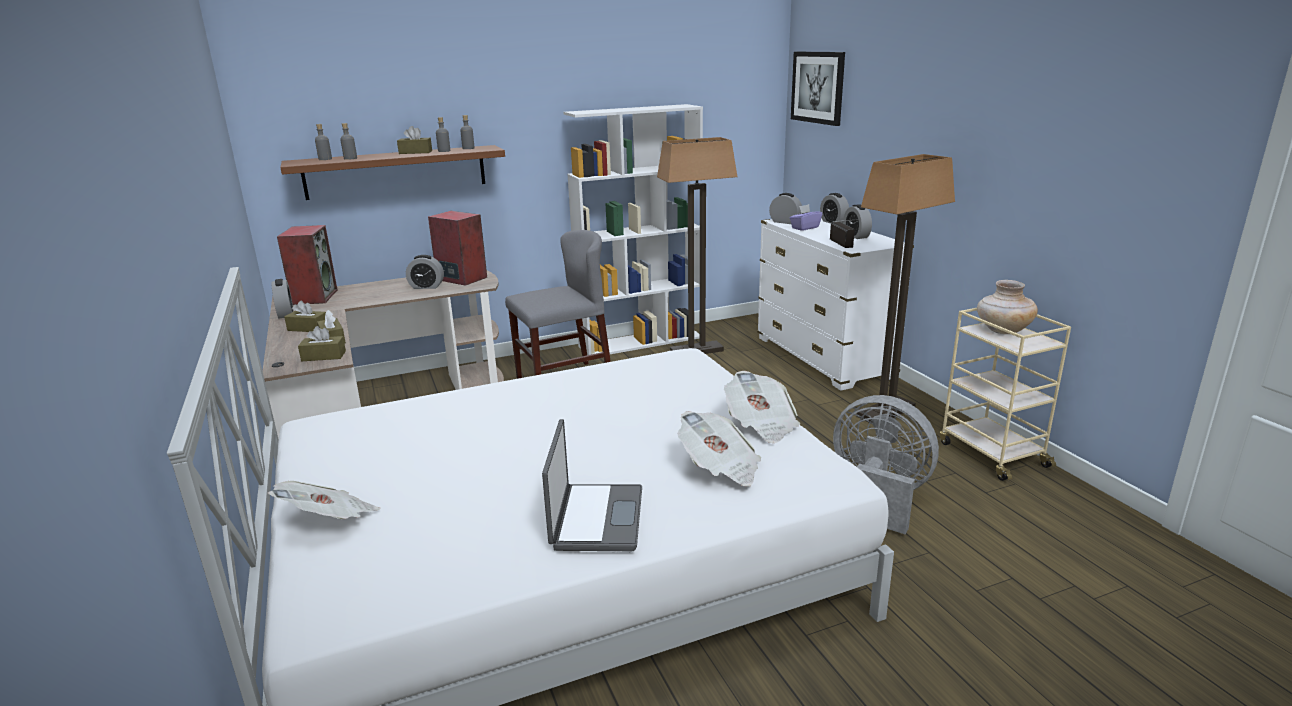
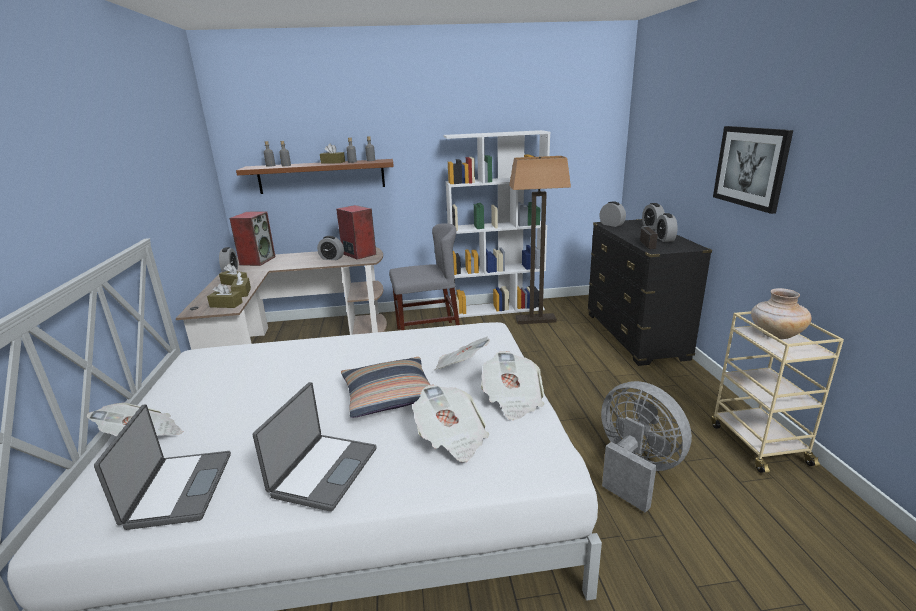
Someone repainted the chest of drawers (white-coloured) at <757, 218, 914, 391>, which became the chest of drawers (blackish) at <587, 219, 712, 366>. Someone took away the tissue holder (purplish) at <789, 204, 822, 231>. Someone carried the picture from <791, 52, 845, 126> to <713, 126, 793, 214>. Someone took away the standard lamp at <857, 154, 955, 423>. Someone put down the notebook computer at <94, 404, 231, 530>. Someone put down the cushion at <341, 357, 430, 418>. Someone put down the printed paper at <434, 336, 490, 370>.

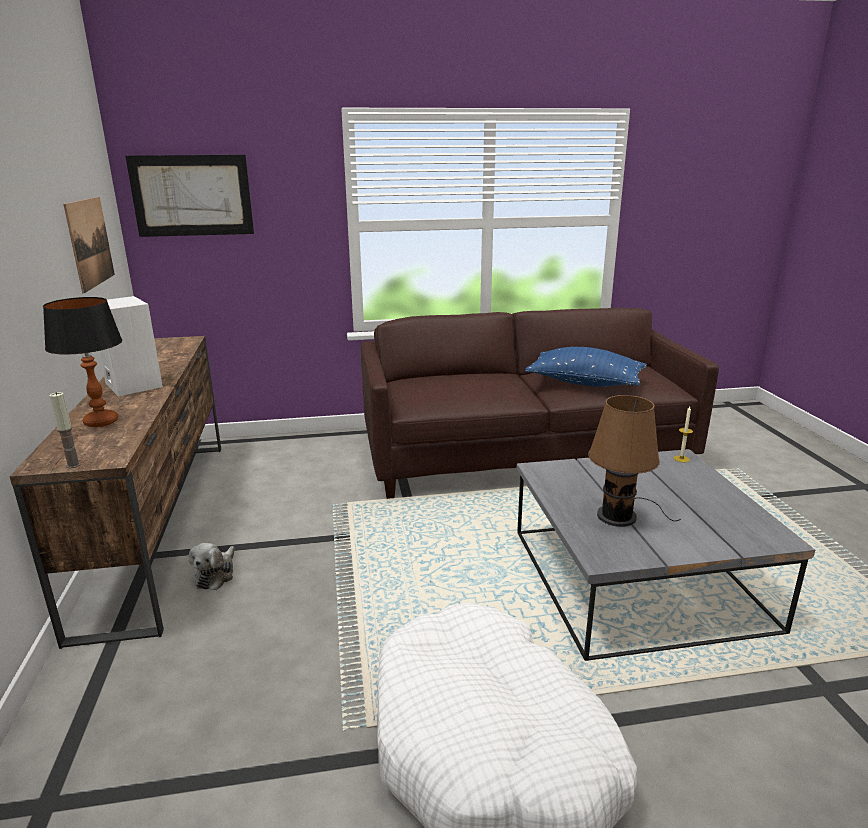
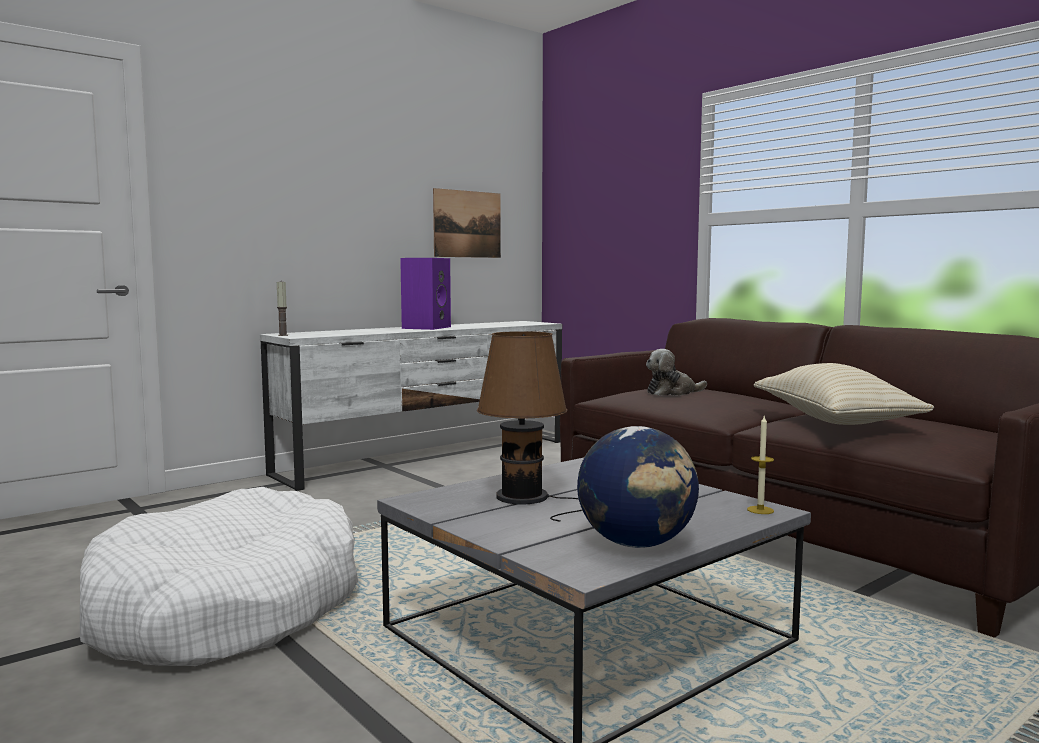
Someone repainted the tv unit (brown) at <9, 336, 221, 649>, which became the tv unit (white-coloured) at <260, 321, 562, 491>. Someone took away the lamp for a table at <43, 297, 122, 427>. Someone repainted the speaker (white-coloured) at <99, 296, 163, 396>, which became the speaker (purplish) at <400, 258, 451, 330>. Someone took away the picture at <125, 155, 254, 237>. Someone carried the plush toy from <189, 543, 235, 590> to <646, 349, 707, 396>. Someone repainted the cushion (blue) at <525, 347, 647, 387>, which became the cushion (beige-coloured) at <754, 363, 934, 425>. Someone put down the world globe at <577, 426, 699, 548>.

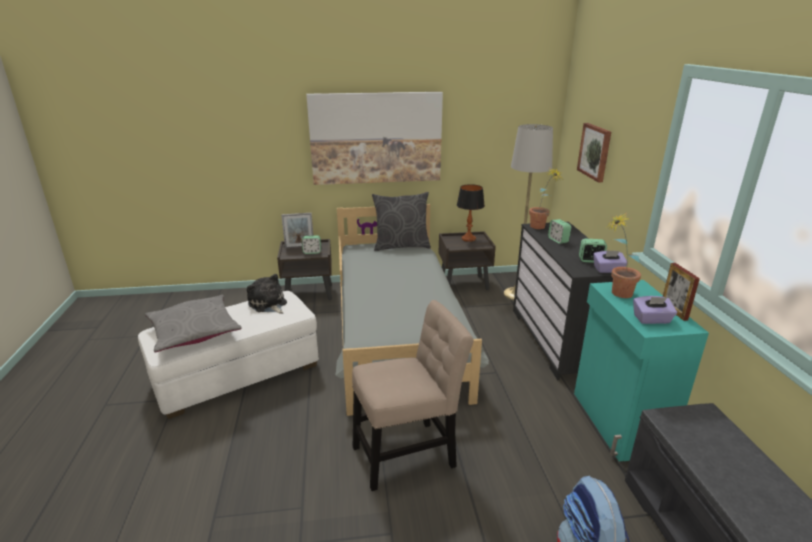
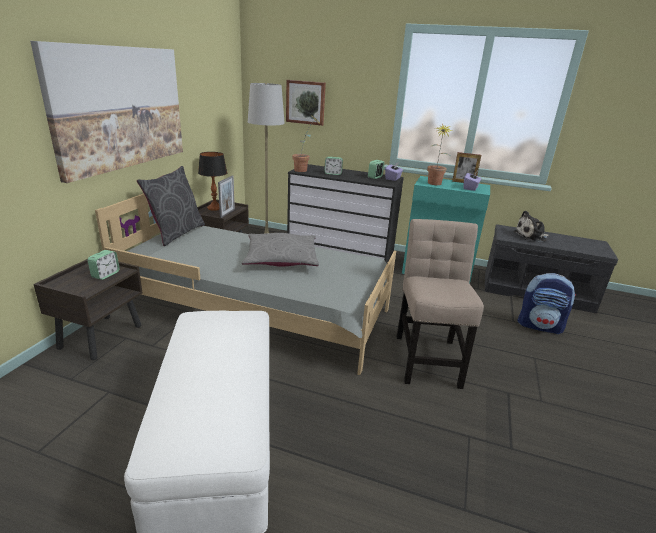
Someone carried the cushion (greyish) from <145, 295, 242, 352> to <242, 233, 319, 267>. Someone carried the plush toy from <247, 274, 287, 314> to <513, 211, 549, 242>. Someone carried the standing frame from <281, 213, 314, 249> to <218, 175, 235, 218>.

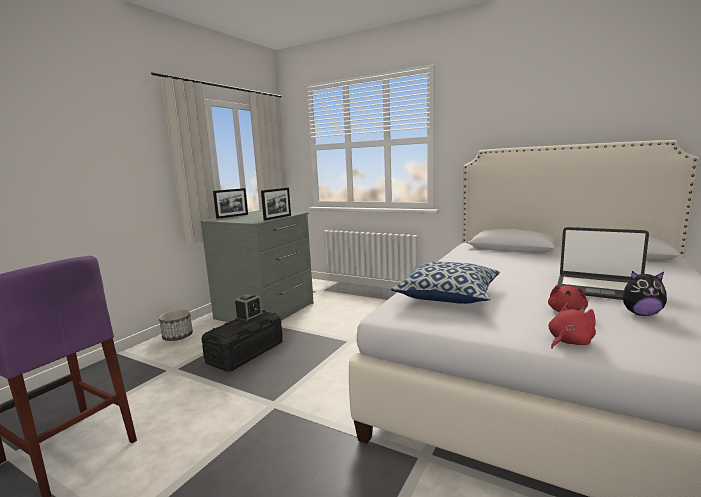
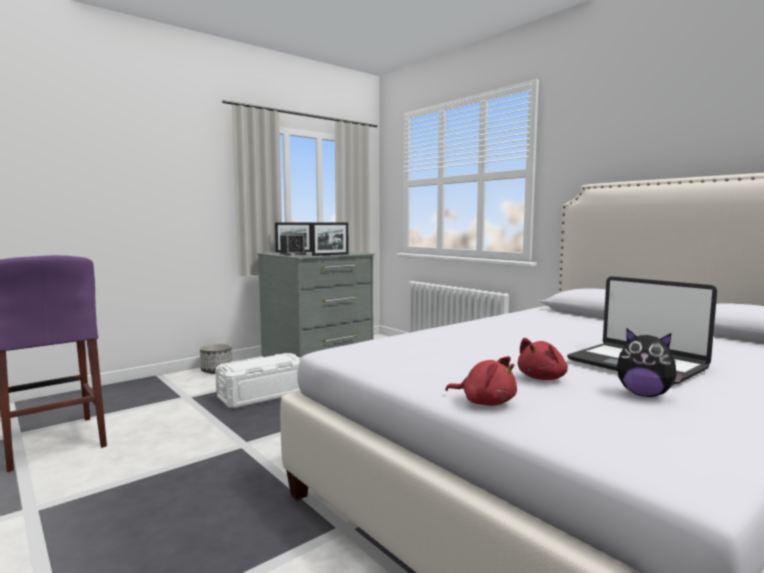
Someone repainted the storage bin (blackish) at <201, 310, 283, 372>, which became the storage bin (white-coloured) at <215, 353, 301, 408>. Someone carried the table clock from <235, 294, 263, 322> to <280, 232, 306, 255>. Someone took away the cushion at <391, 261, 500, 304>. Someone rotated the plush toy (red) at <548, 303, 596, 349> by 45 degrees clockwise.

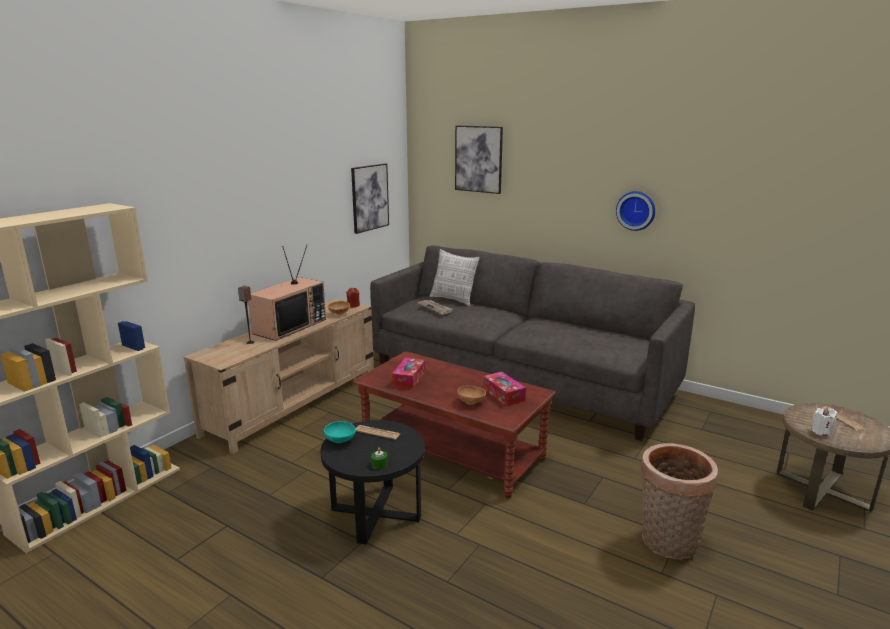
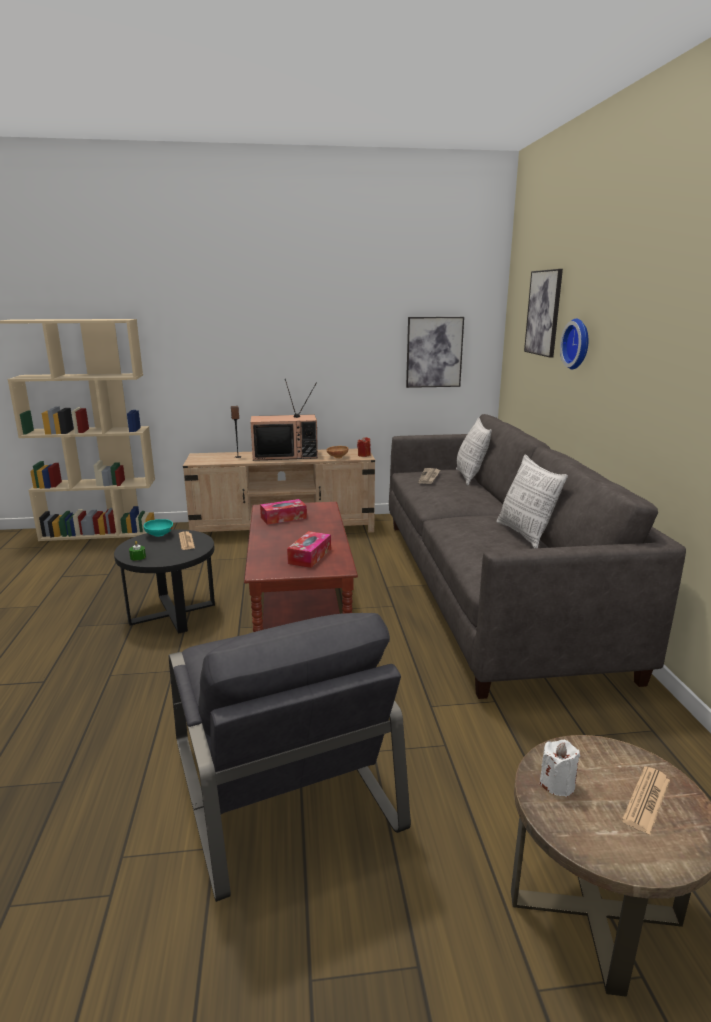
Someone took away the deep dish (brown) at <457, 386, 486, 405>. Someone carried the hanging clock from <616, 191, 655, 231> to <560, 319, 588, 369>. Someone swapped the household basket at <641, 443, 718, 560> for the easy chair (greyish) at <169, 613, 411, 902>. Someone put down the cushion at <497, 454, 568, 548>.

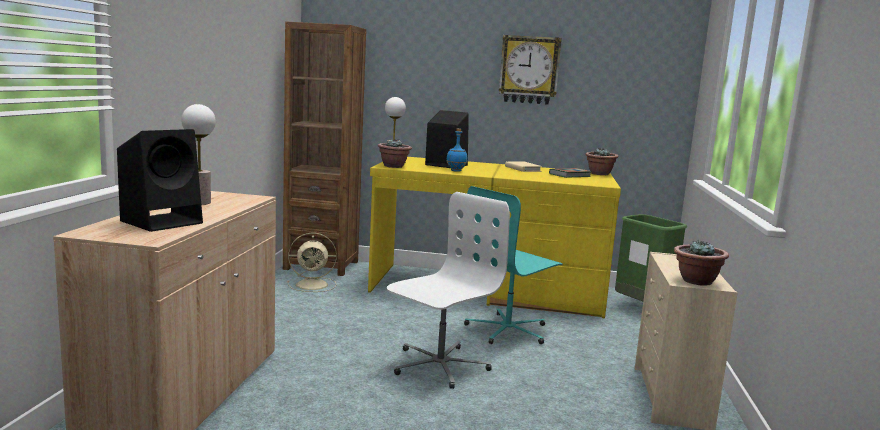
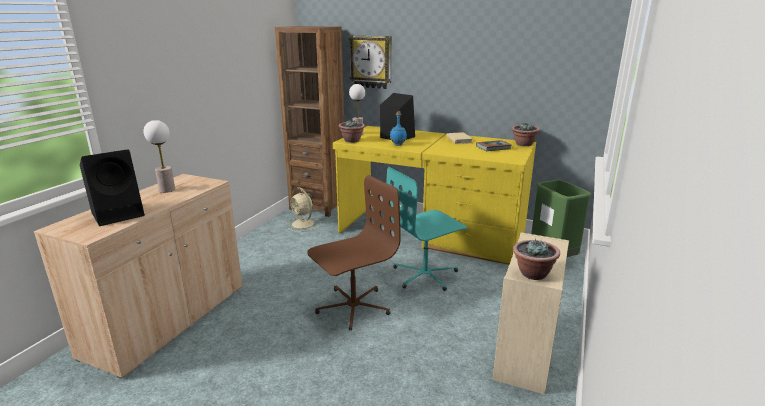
Someone rotated the electric fan (beige-coloured) at <287, 233, 337, 292> by 45 degrees clockwise. Someone repainted the desk chair (white-coloured) at <387, 192, 510, 389>, which became the desk chair (brown) at <307, 175, 401, 331>. Someone carried the hanging clock from <499, 35, 562, 105> to <349, 35, 392, 89>.

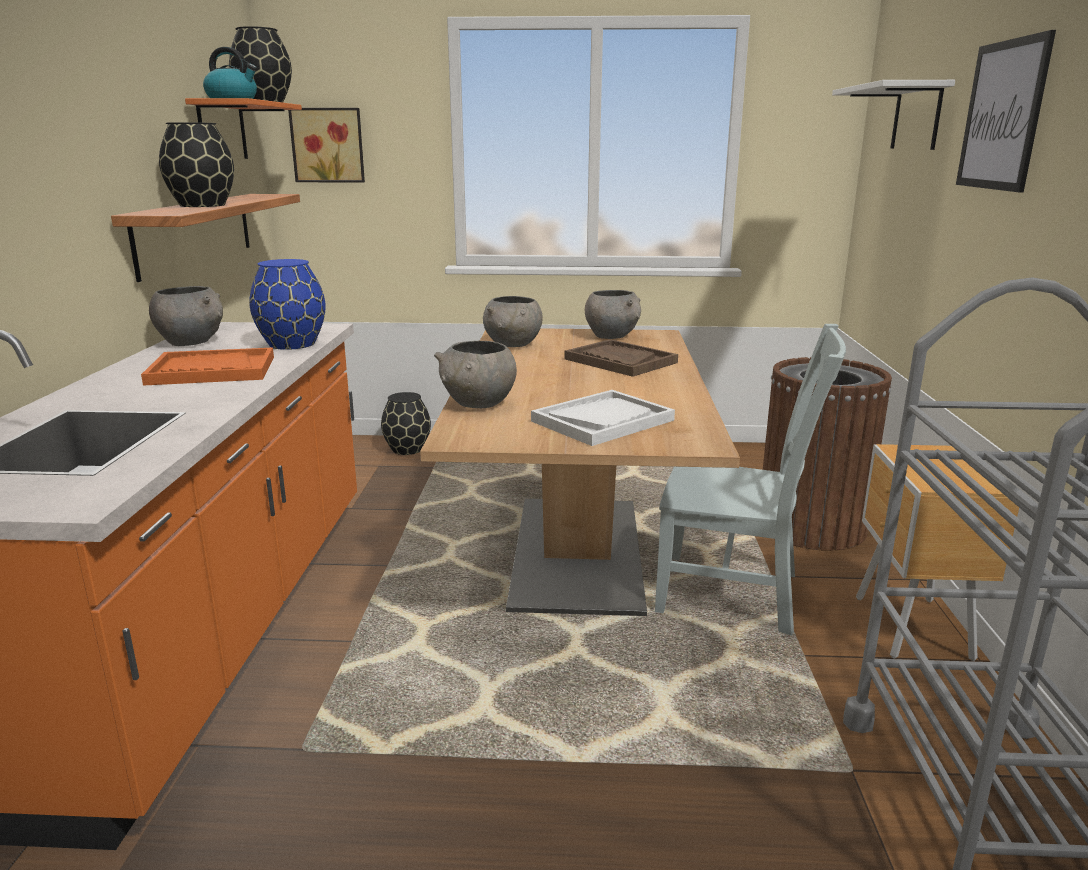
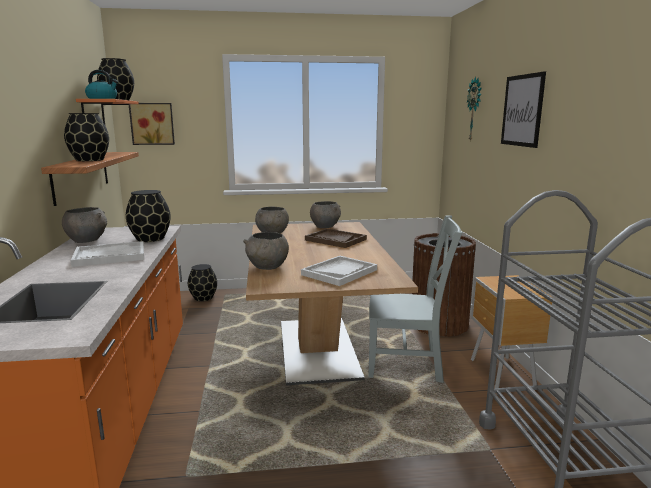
Someone repainted the tray (orangey) at <141, 348, 274, 386>, which became the tray (white-coloured) at <70, 241, 144, 267>. Someone repainted the vase (blue) at <249, 259, 326, 350>, which became the vase (blackish) at <126, 190, 171, 242>. Someone swapped the wall shelf (white-coloured) at <832, 80, 955, 150> for the hanging clock at <467, 76, 482, 141>.

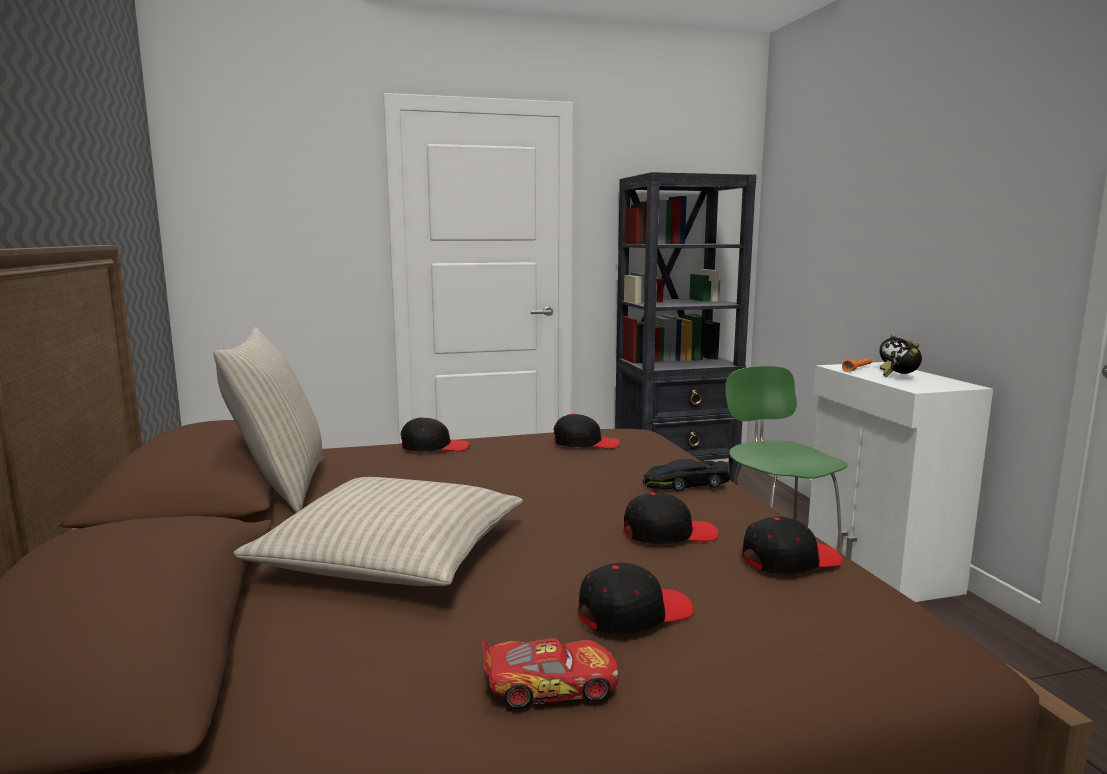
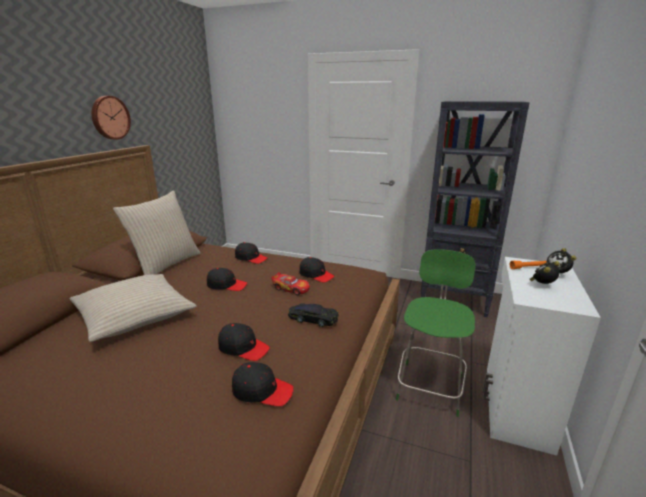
Someone carried the miniature car from <482, 638, 619, 709> to <271, 272, 310, 295>. Someone carried the peaked cap (blackish) from <578, 562, 694, 635> to <207, 268, 247, 291>. Someone put up the hanging clock at <91, 96, 131, 140>.

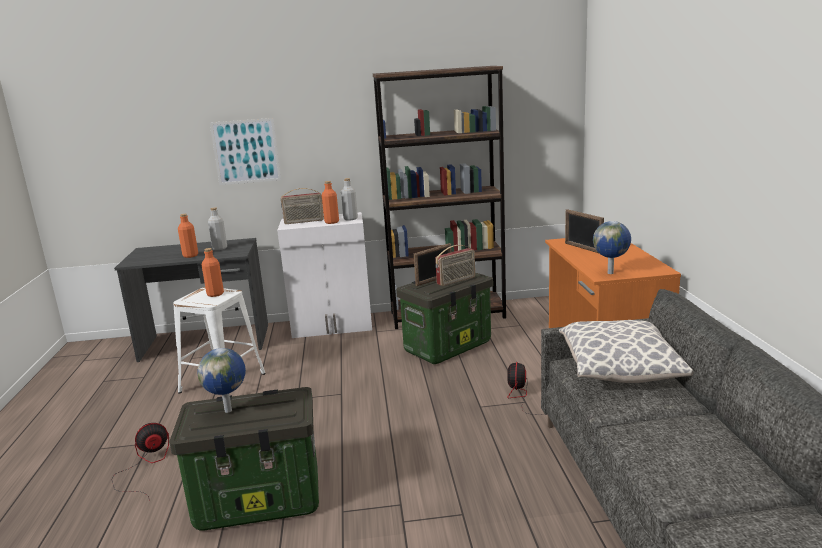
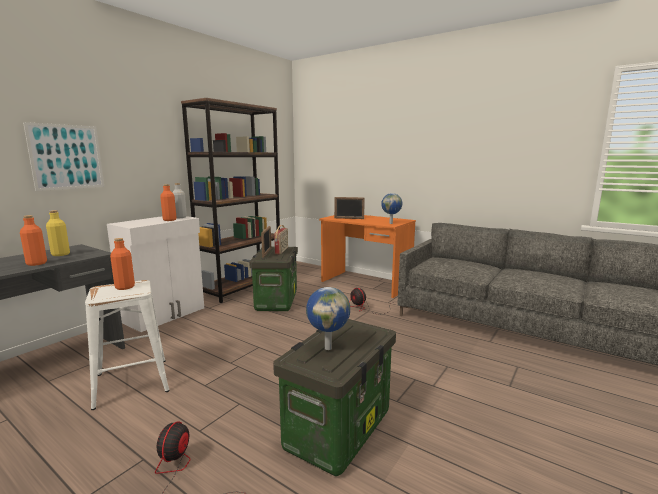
Someone repainted the beverage bottle (greyish) at <208, 207, 227, 250>, which became the beverage bottle (yellow-coloured) at <46, 210, 70, 256>. Someone took away the radio set at <281, 188, 324, 224>. Someone took away the cushion at <559, 320, 693, 383>.

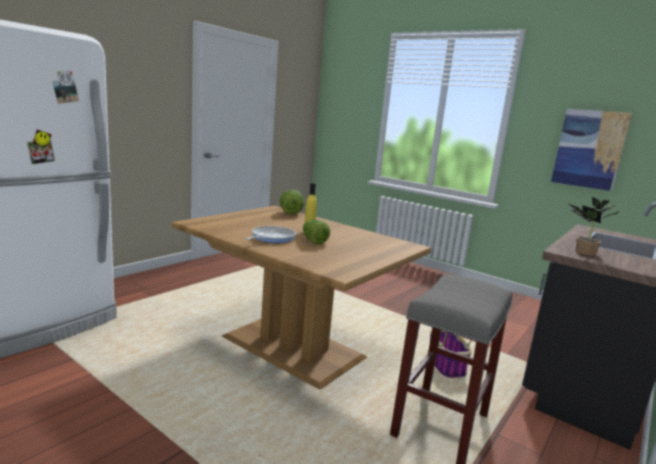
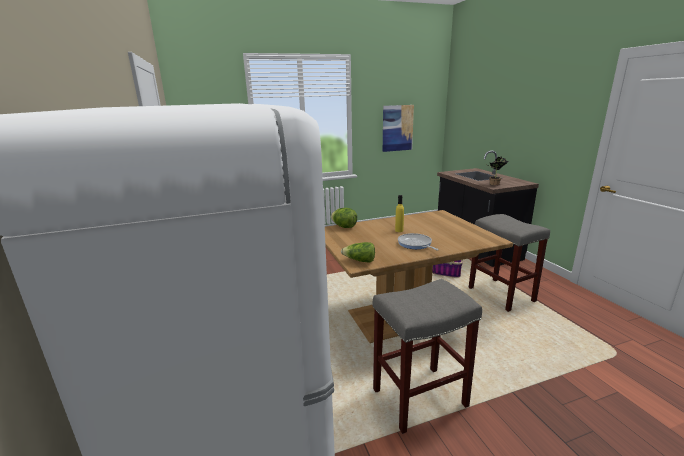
Someone carried the lettuce from <303, 219, 330, 244> to <341, 242, 375, 263>. Someone put down the stool seat (greyish) at <373, 279, 482, 434>.

